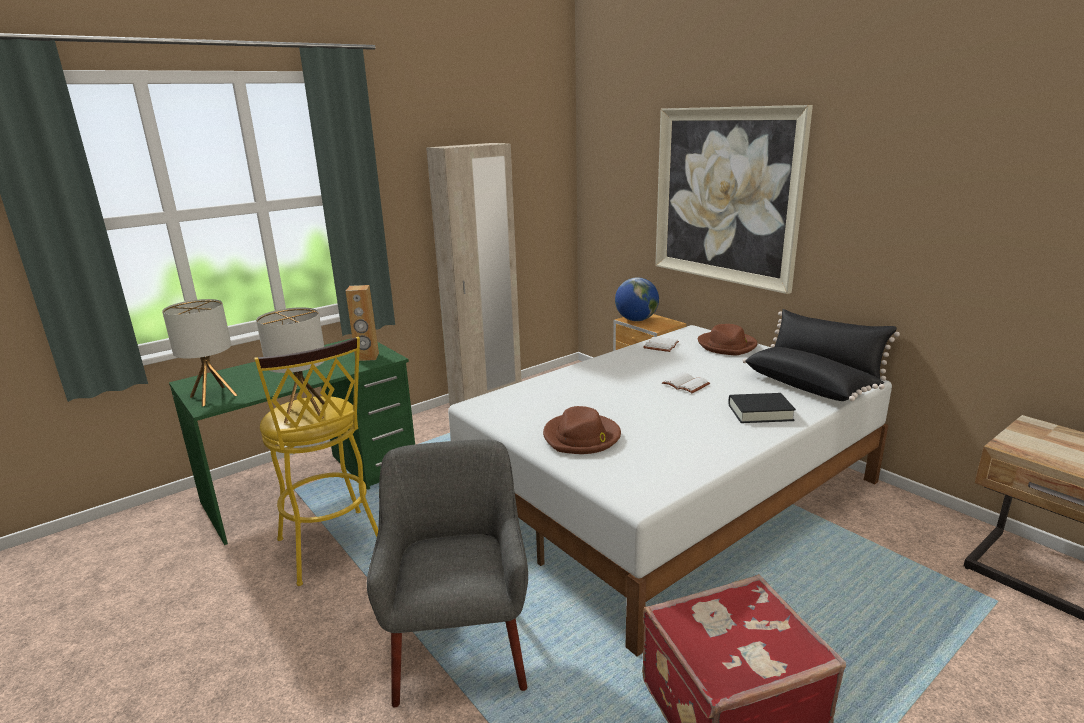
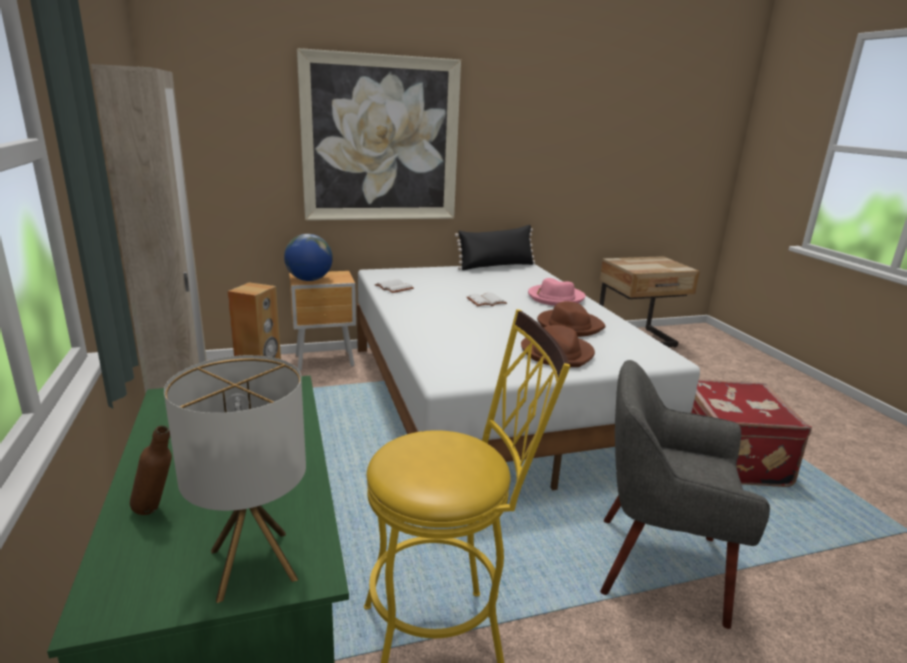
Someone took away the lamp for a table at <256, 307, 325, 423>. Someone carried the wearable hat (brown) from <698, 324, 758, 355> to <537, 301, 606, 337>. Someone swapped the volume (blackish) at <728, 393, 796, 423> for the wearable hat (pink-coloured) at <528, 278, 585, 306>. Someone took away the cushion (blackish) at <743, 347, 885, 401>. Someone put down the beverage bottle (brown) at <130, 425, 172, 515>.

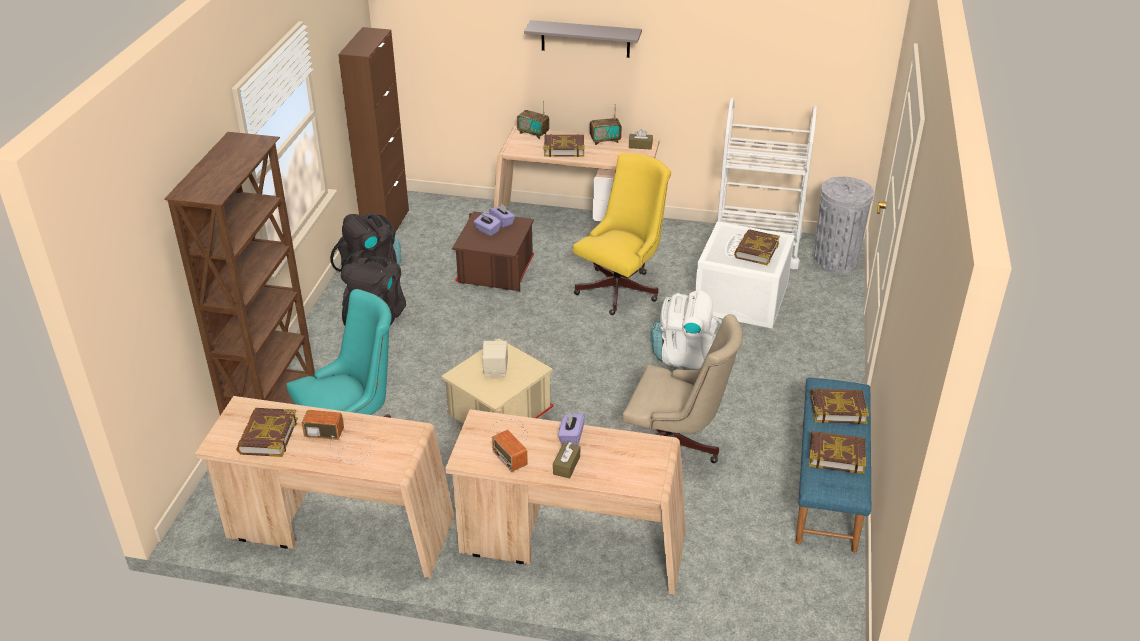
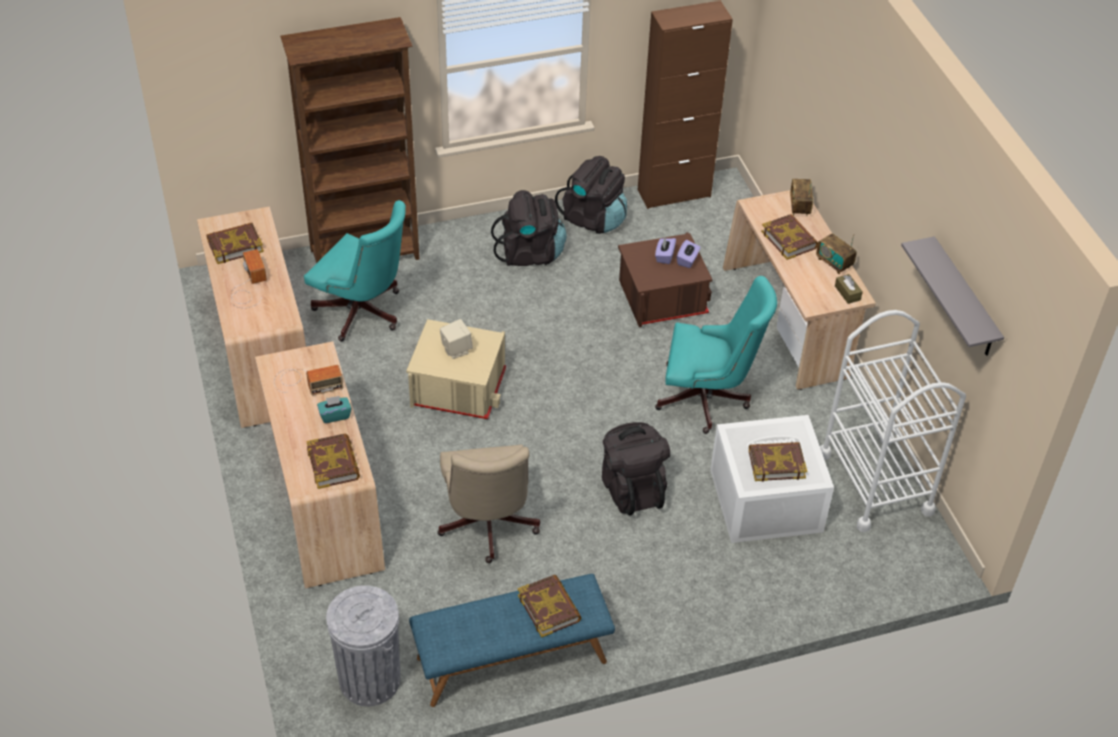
Someone rotated the radio set at <490, 419, 528, 472> by 135 degrees counterclockwise. Someone carried the wall shelf (greyish) from <524, 20, 642, 58> to <901, 236, 1004, 356>. Someone took away the tissue holder (brown) at <553, 442, 580, 479>. Someone repainted the tissue holder (purplish) at <558, 412, 585, 445>, which became the tissue holder (blue-green) at <317, 396, 352, 423>. Someone repainted the desk chair (yellow-coloured) at <573, 153, 671, 315>, which became the desk chair (blue-green) at <655, 276, 777, 434>. Someone repainted the rucksack (white-coloured) at <650, 290, 722, 369>, which became the rucksack (blackish) at <602, 422, 670, 516>. Someone carried the volume from <809, 431, 866, 474> to <306, 433, 360, 489>. Someone carried the rubbish bin (greyish) from <813, 177, 874, 274> to <326, 585, 400, 706>.

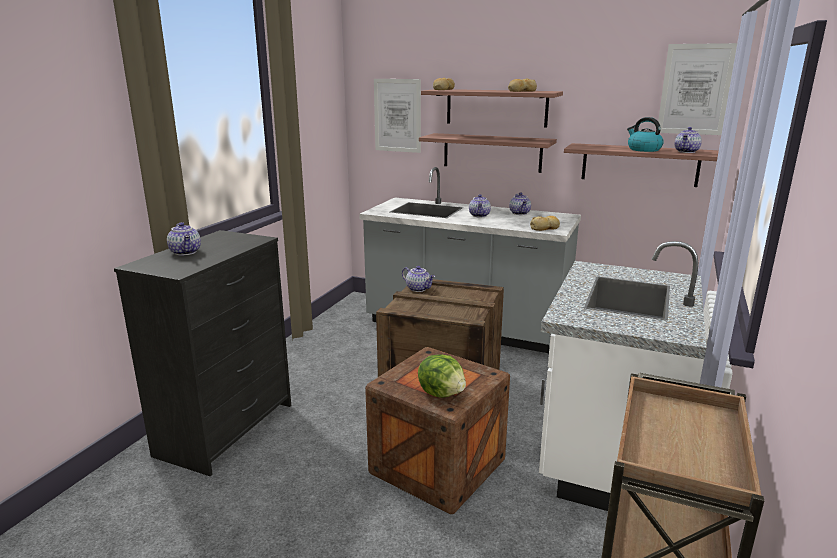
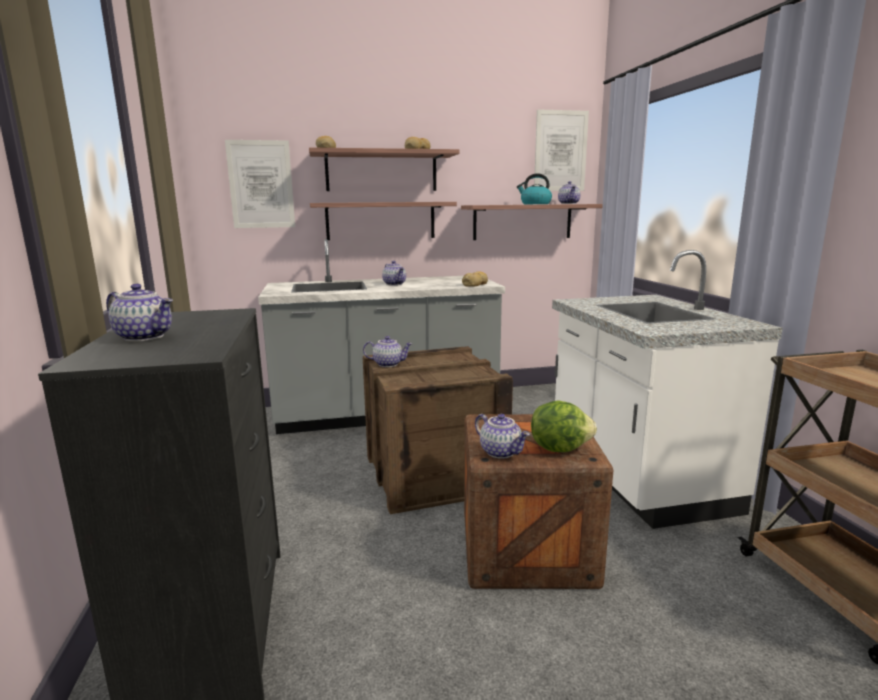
Someone carried the pot for tea from <509, 193, 531, 215> to <475, 414, 530, 459>.

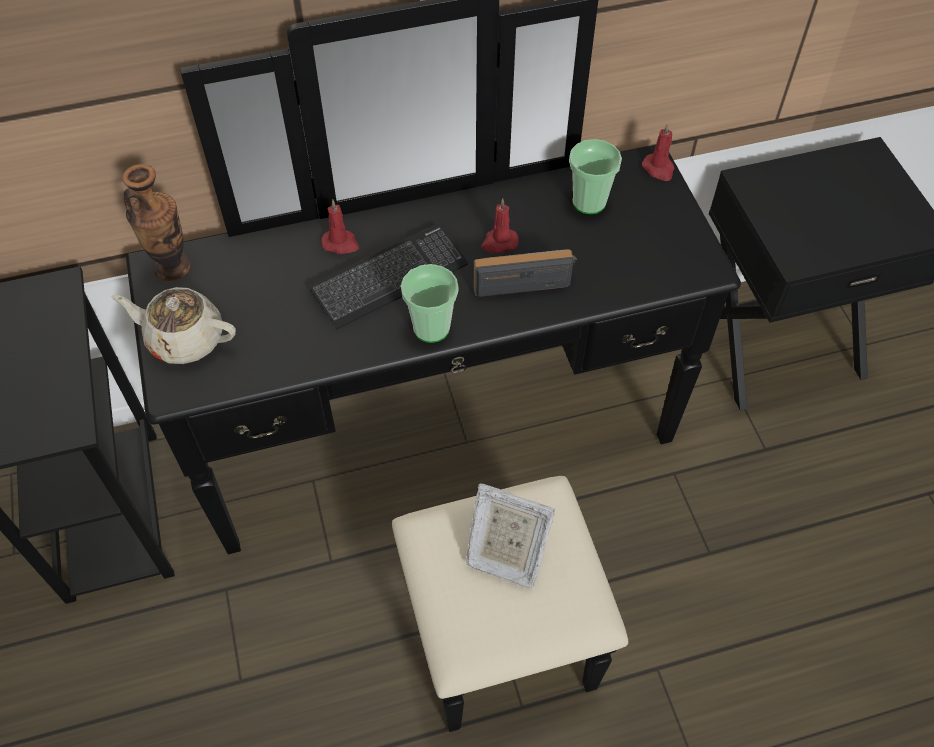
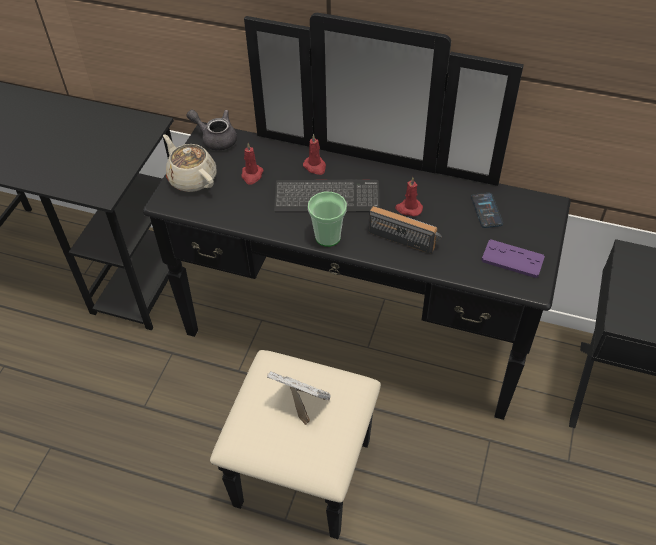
Someone swapped the vase at <122, 164, 190, 281> for the pot for tea (greyish) at <186, 110, 237, 151>. Someone rotated the standing frame at <466, 483, 555, 588> by 150 degrees clockwise. Someone swapped the small cup at <569, 139, 622, 214> for the telephone at <471, 193, 503, 228>. Someone carried the wax light (red) from <642, 123, 675, 181> to <242, 143, 264, 185>. Someone put down the game controller (purplish) at <481, 240, 545, 278>.

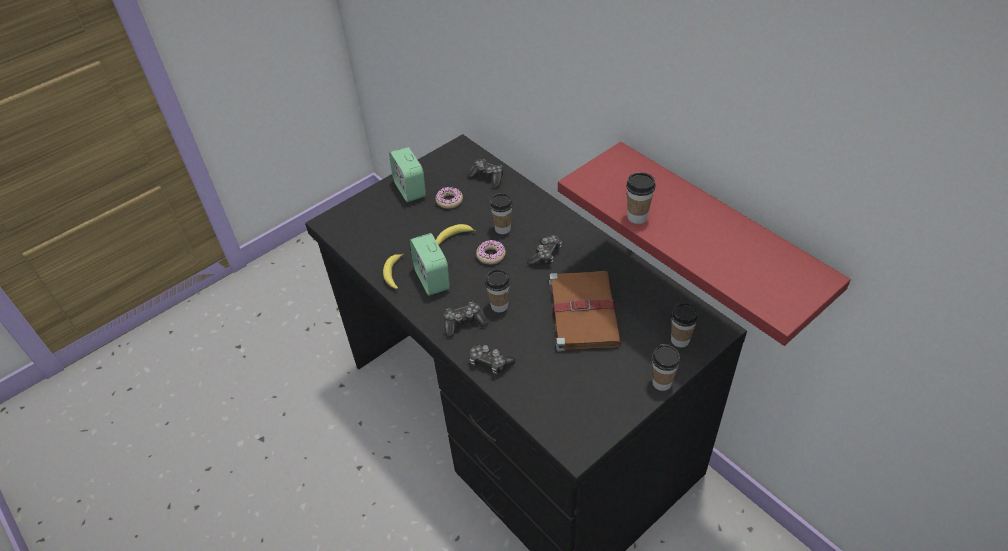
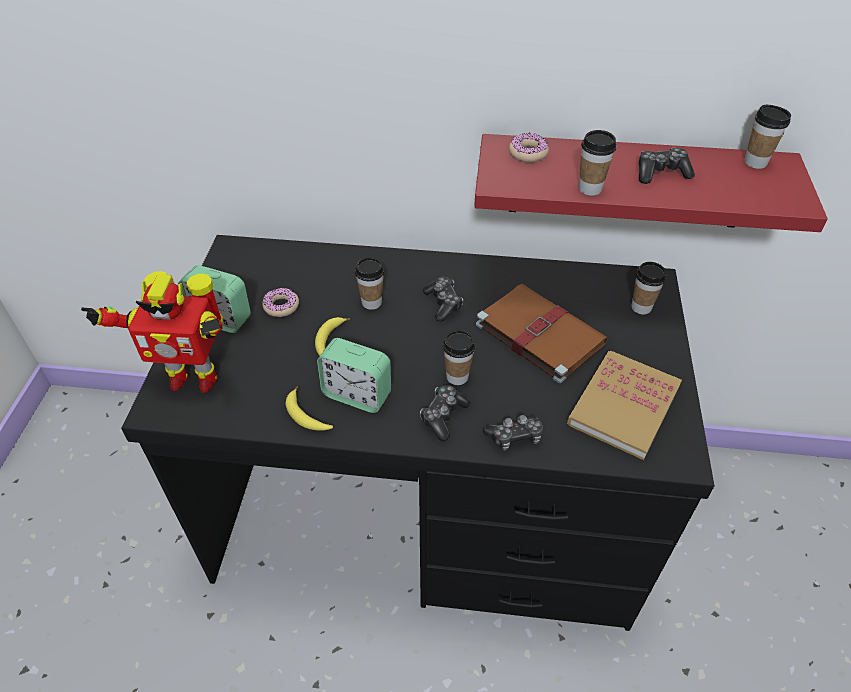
Someone carried the game controller from <467, 159, 503, 188> to <639, 148, 695, 184>. Someone carried the donut from <476, 240, 506, 265> to <509, 133, 549, 162>. Someone carried the small cup from <652, 344, 680, 391> to <744, 105, 791, 169>. Someone put down the toy robot at <81, 271, 223, 393>. Someone put down the volume at <567, 350, 682, 460>.

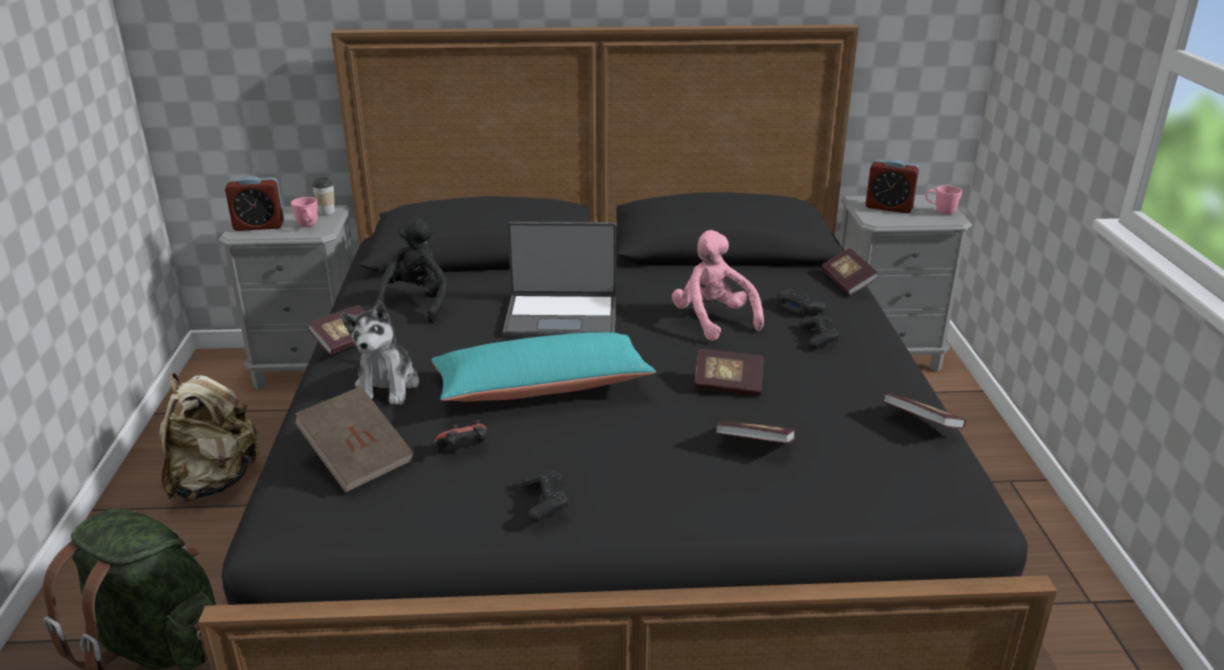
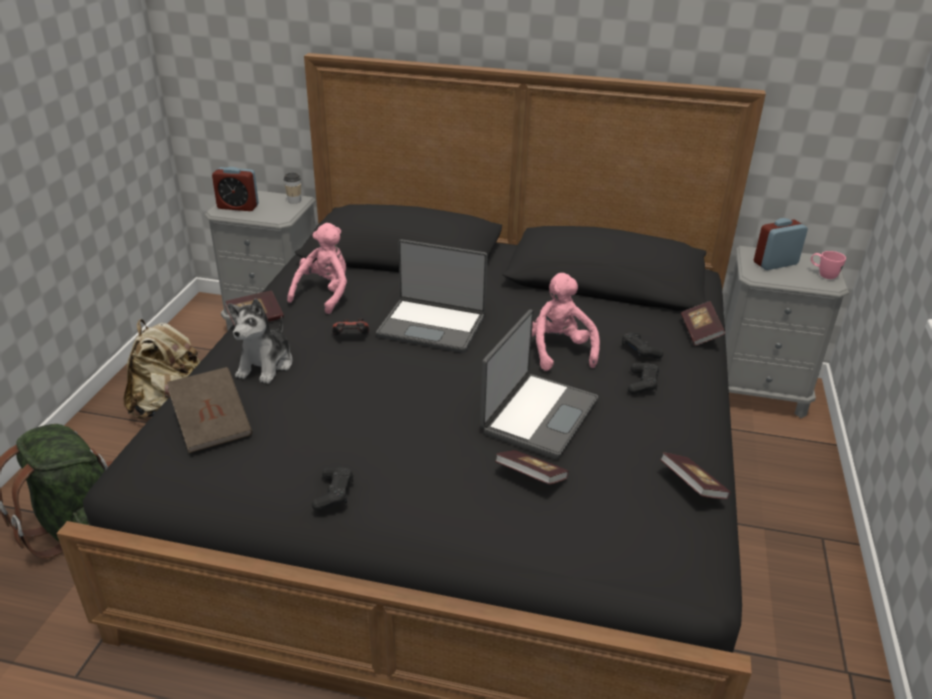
Someone took away the mug (pink-coloured) at <291, 197, 318, 227>. Someone repainted the plush toy (blackish) at <377, 216, 448, 323>, which became the plush toy (pink-coloured) at <287, 223, 347, 314>. Someone took away the cushion (blue-green) at <431, 332, 656, 401>. Someone carried the game controller from <435, 420, 487, 450> to <332, 319, 369, 335>. Someone swapped the volume at <694, 349, 764, 396> for the notebook computer at <480, 309, 598, 459>. Someone rotated the table clock at <865, 159, 920, 213> by 120 degrees clockwise.

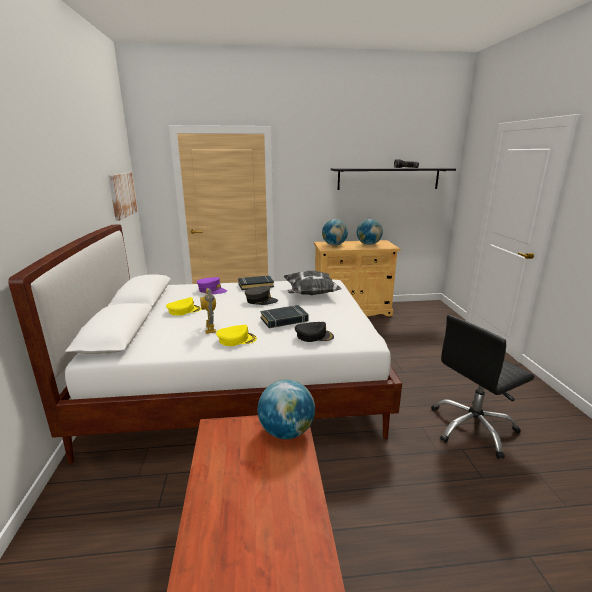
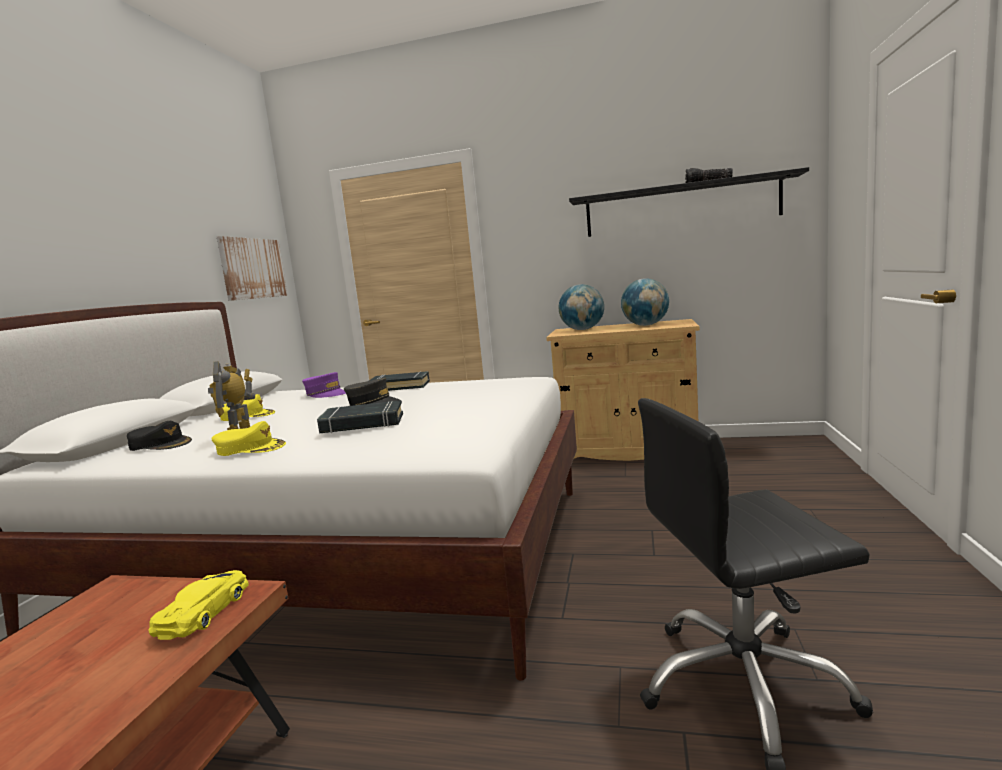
Someone swapped the world globe at <258, 379, 315, 439> for the miniature car (yellow-coloured) at <148, 570, 249, 640>. Someone took away the cushion at <284, 271, 342, 295>. Someone carried the peaked cap (blackish) from <295, 322, 334, 342> to <127, 421, 192, 451>.

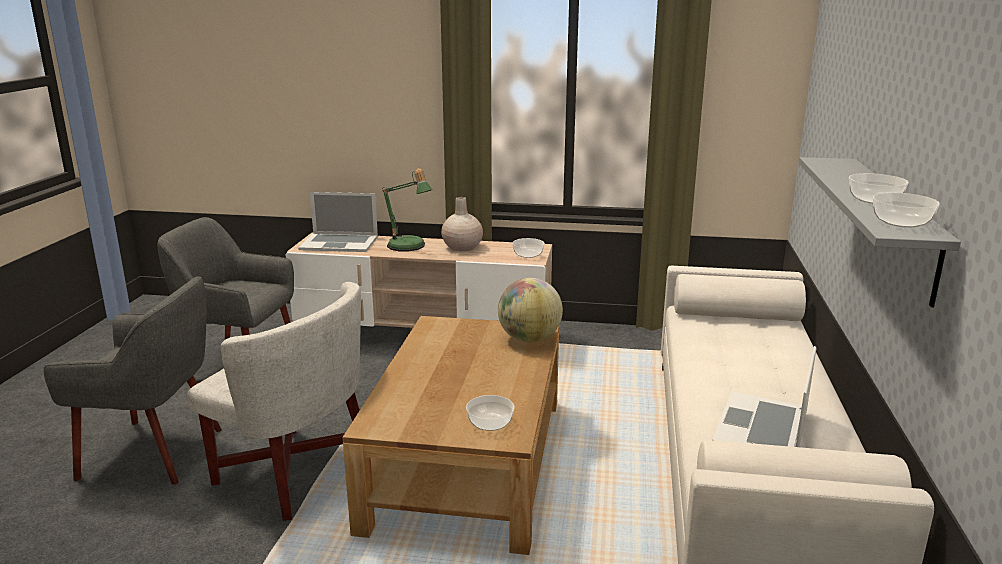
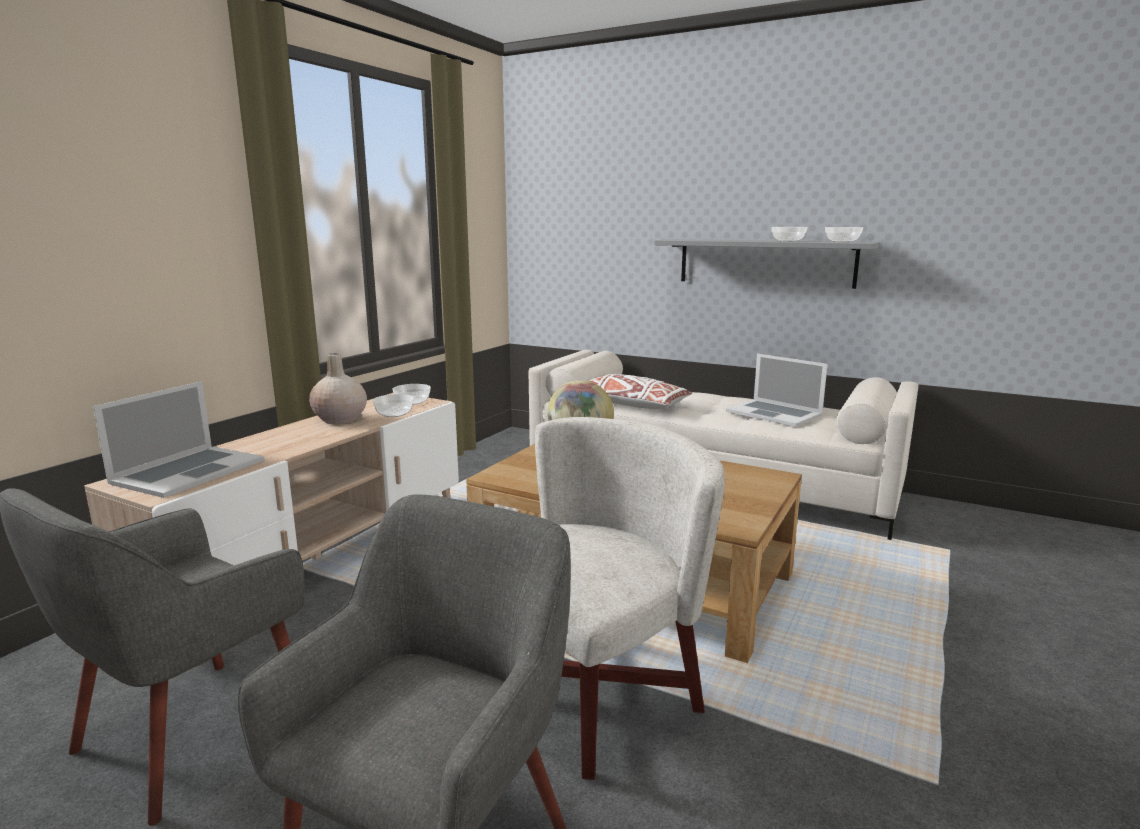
Someone took away the lamp for a table at <382, 168, 433, 251>. Someone carried the deep dish from <466, 395, 514, 431> to <373, 394, 414, 417>. Someone put down the cushion (white-coloured) at <587, 374, 692, 409>.

